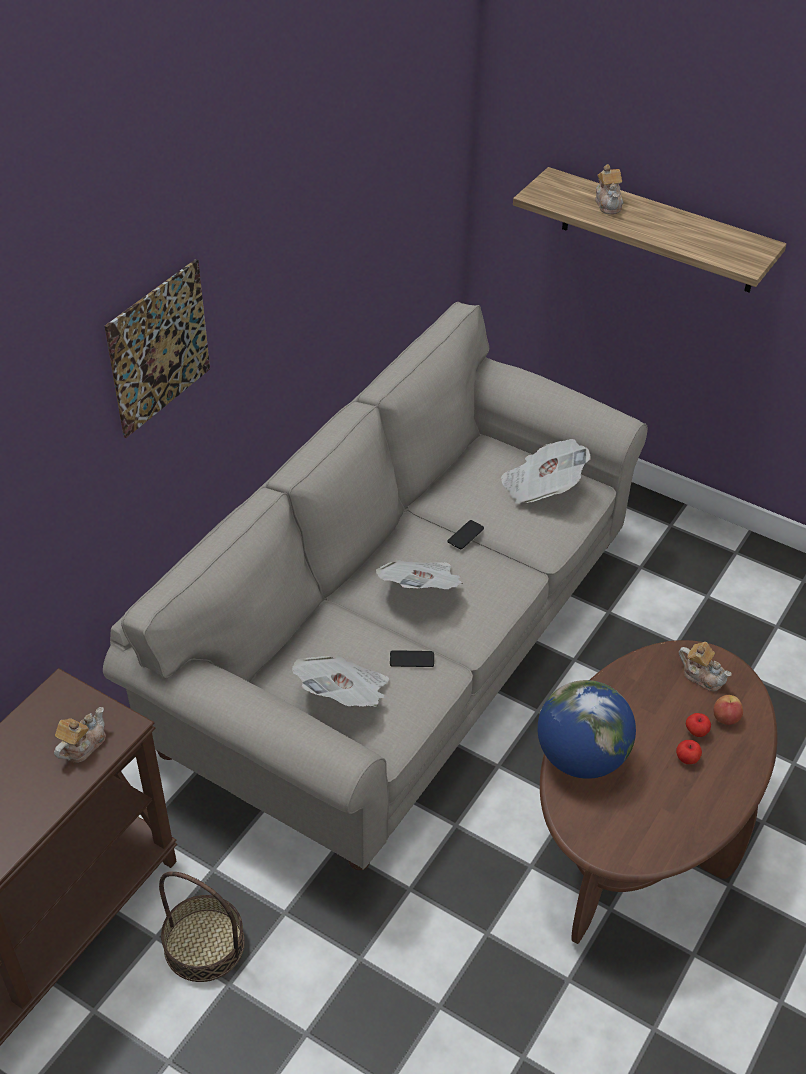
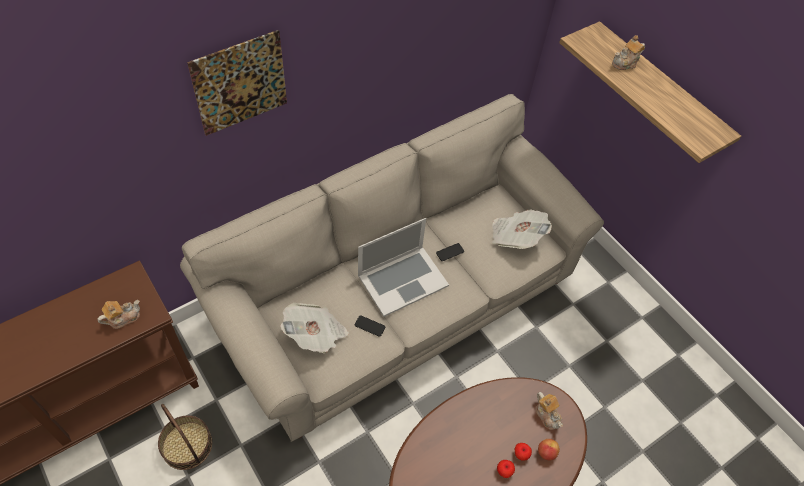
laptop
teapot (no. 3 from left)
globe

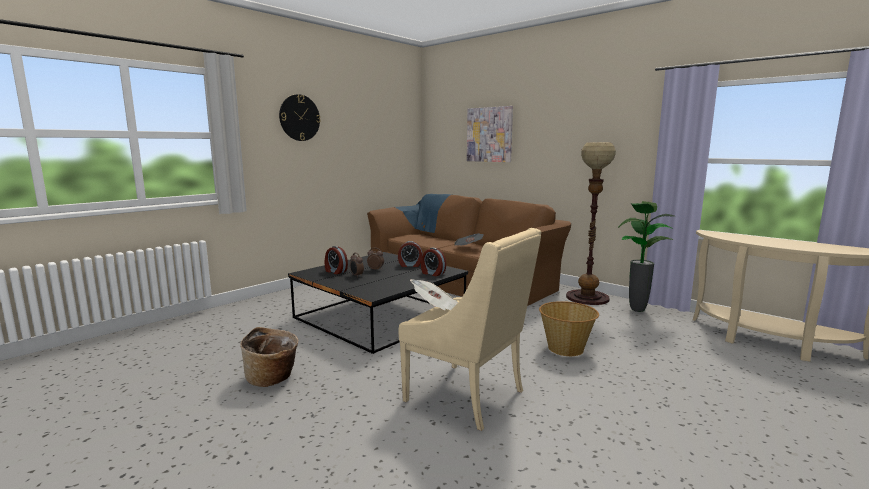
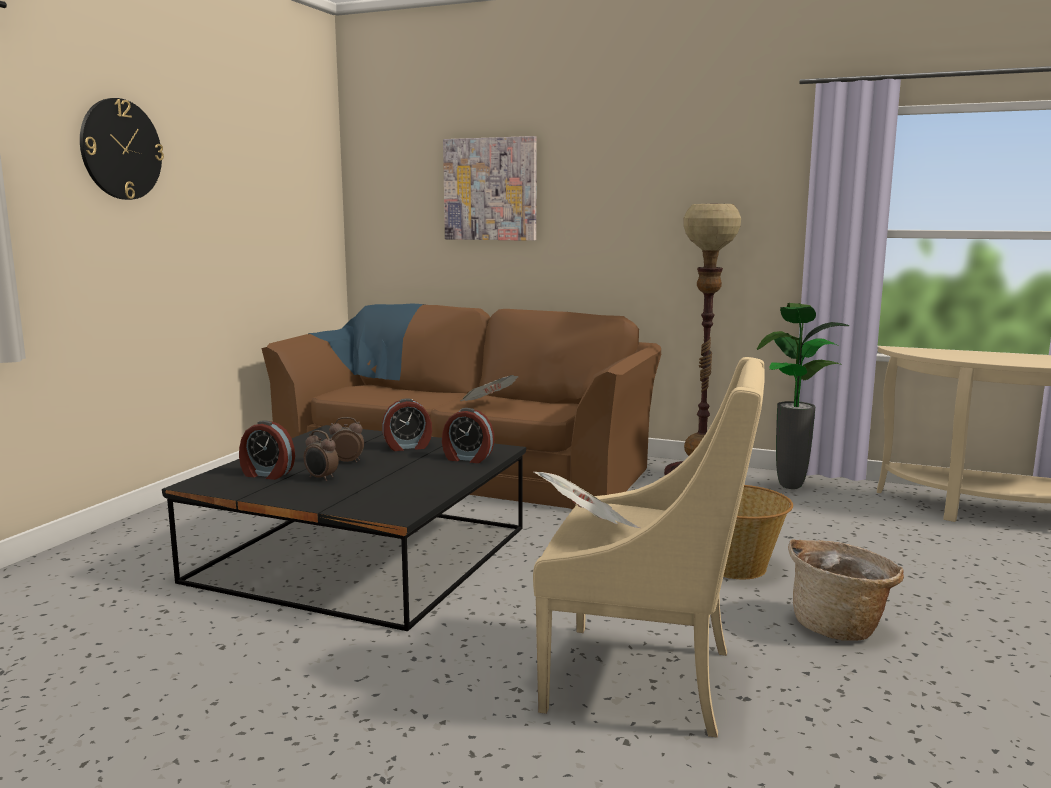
basket (no. 2 from left)

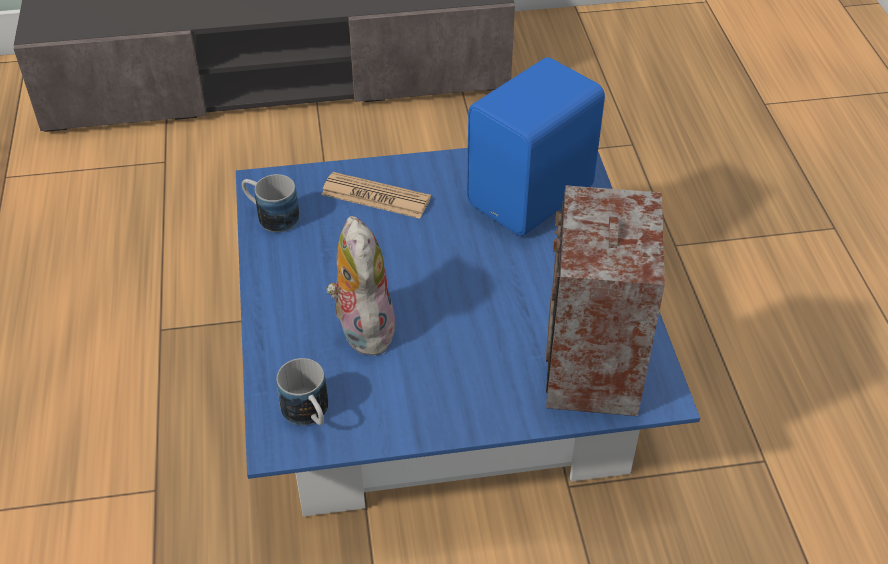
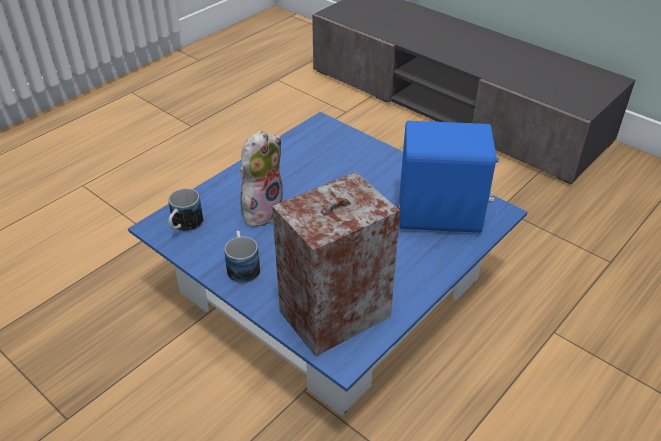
mug (no. 2 from left)
newspaper

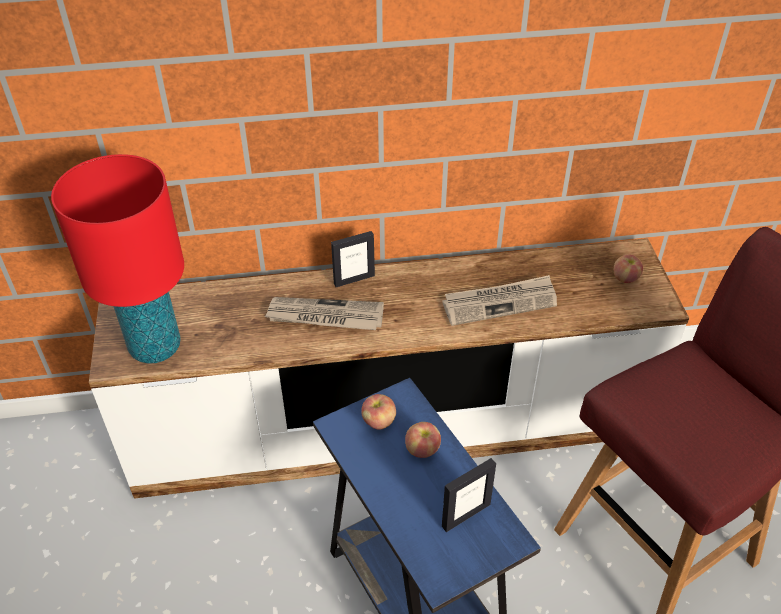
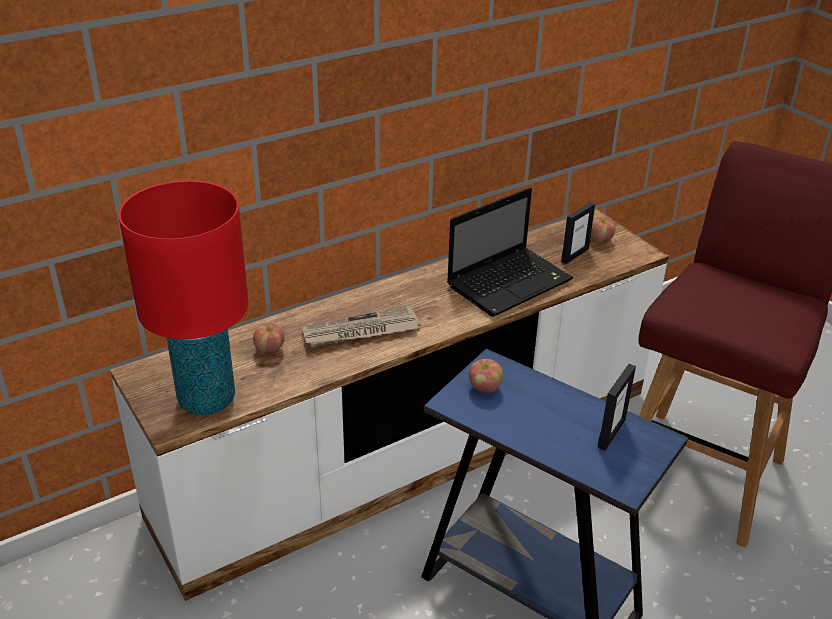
apple (no. 1 from left)
laptop
picture frame (no. 1 from left)

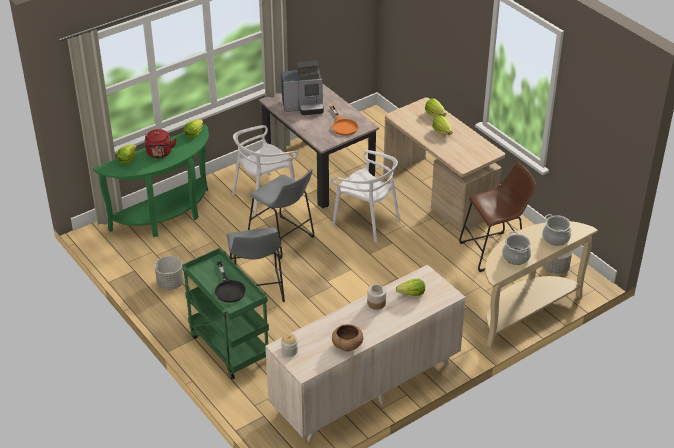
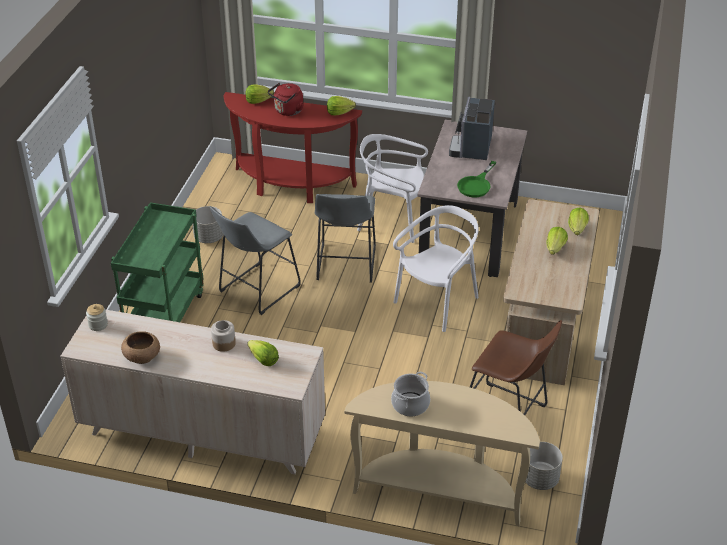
red console table
white chair (no. 2 from left)
coffee machine
green frying pan
black frying pan
cooking pot (no. 2 from left in the first image)

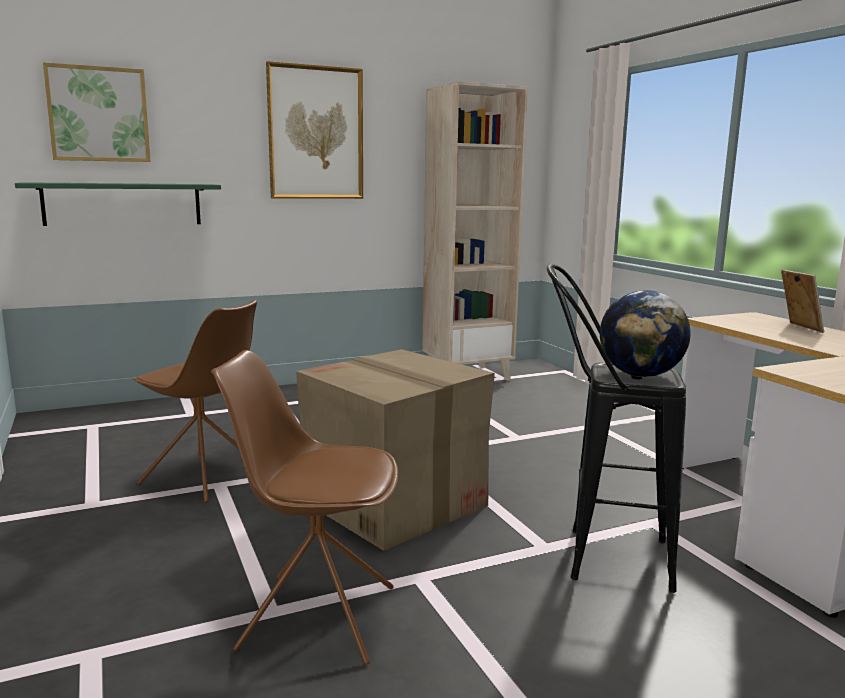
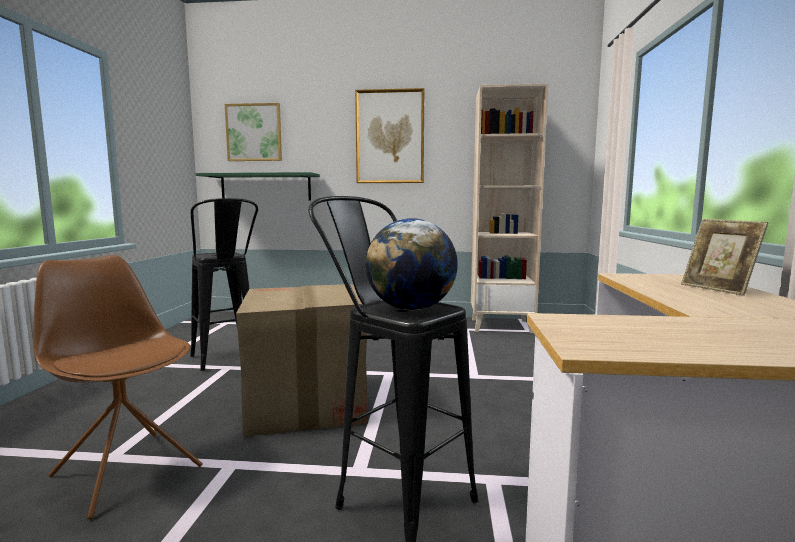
black stool (no. 1 from left)
picture frame

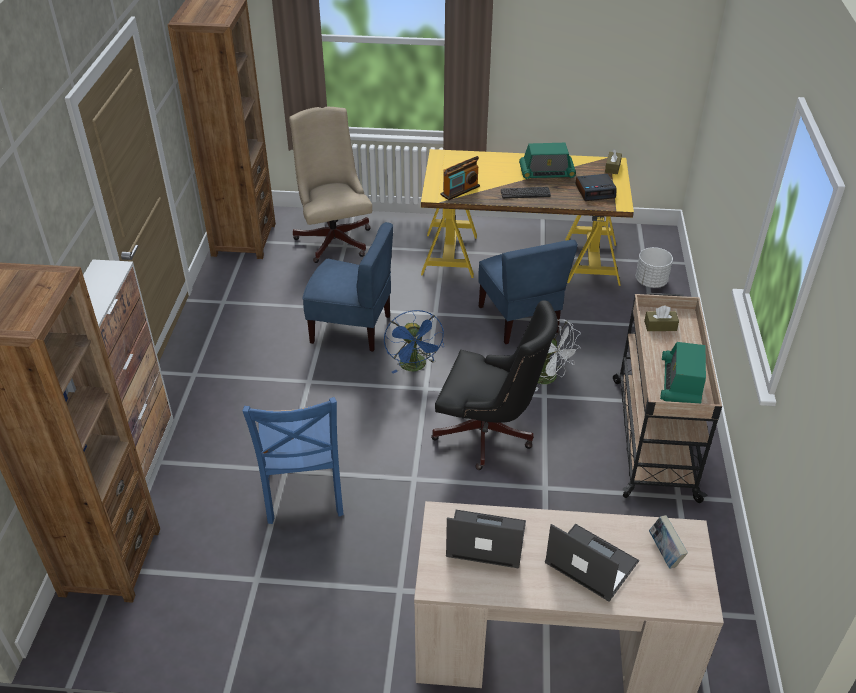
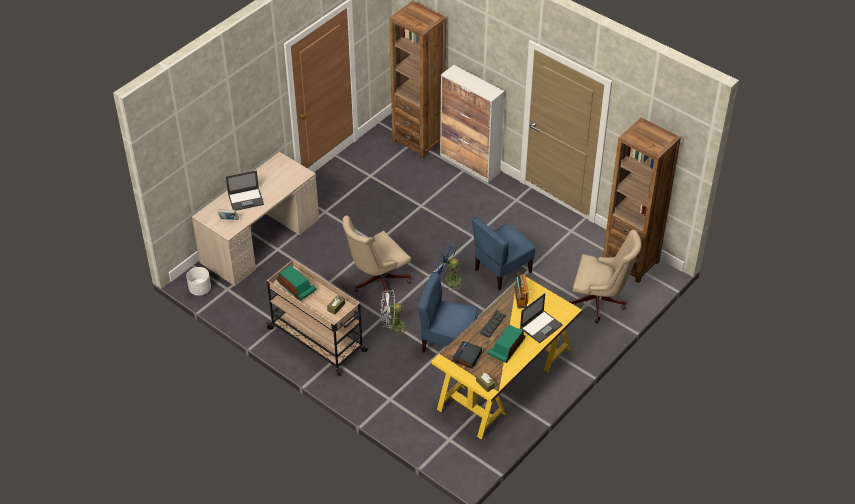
white planter
beige office chair (no. 1 from left)
laptop (no. 2 from left)
blue chair (no. 1 from left in the first image)

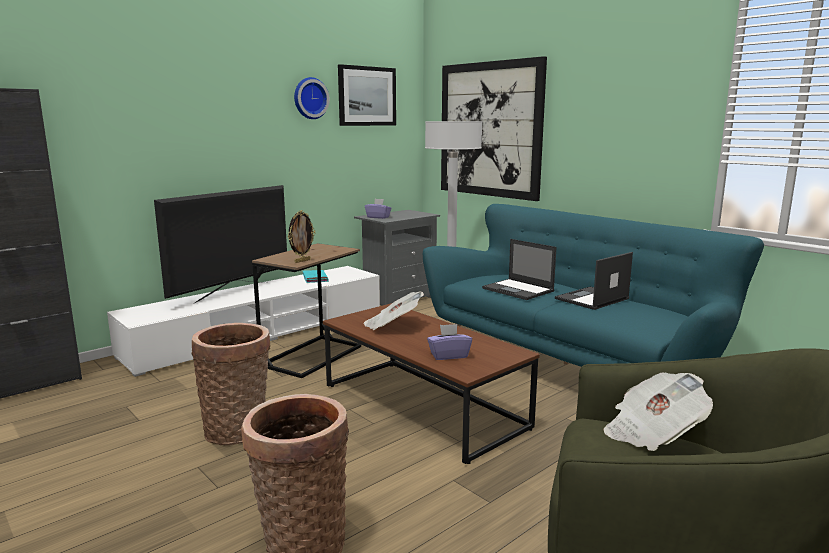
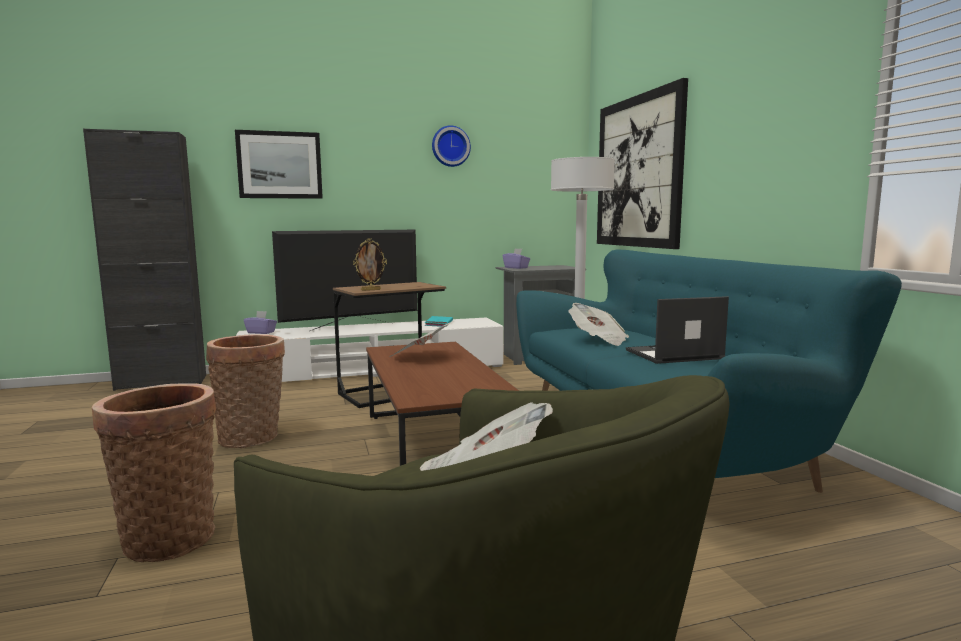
picture (no. 1 from left)
purple tissue box (no. 1 from left)
newspaper (no. 3 from left)

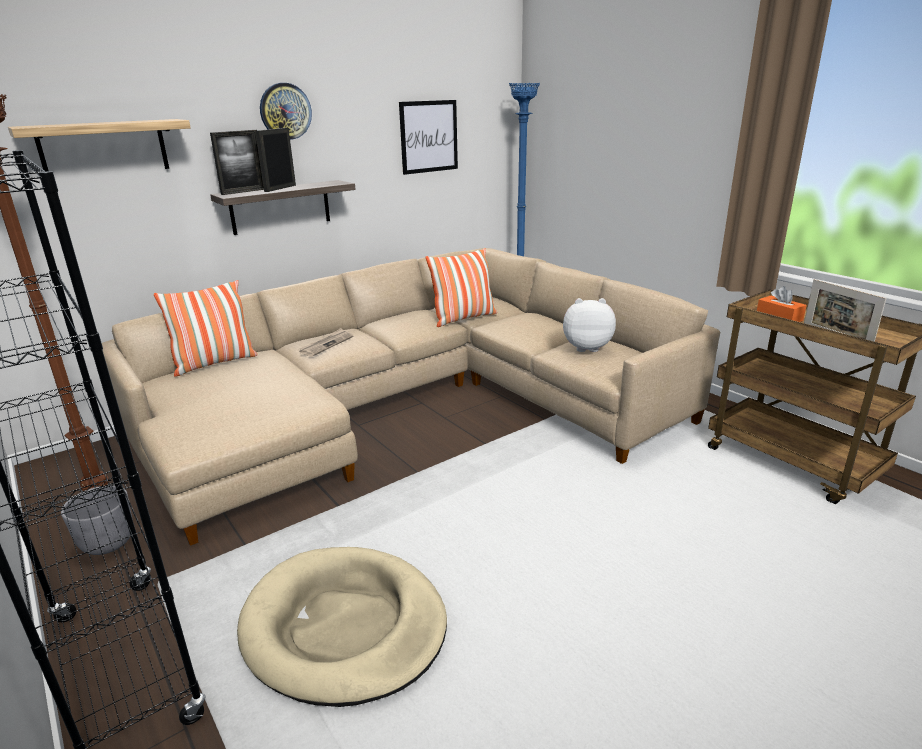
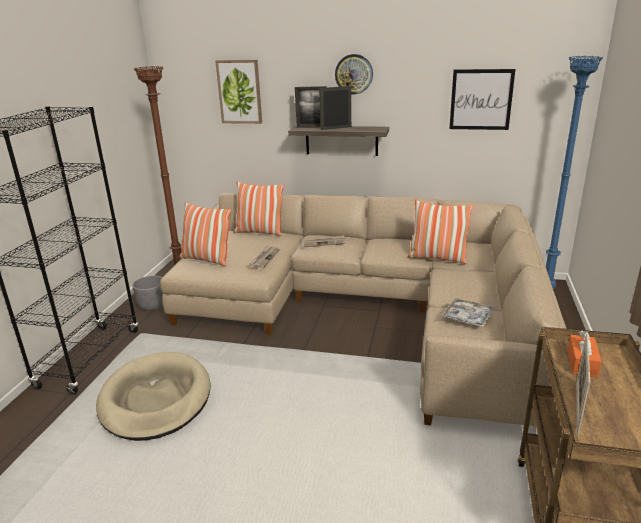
pillow (no. 1 from left)
picture (no. 1 from left)
newspaper (no. 1 from left)
tray

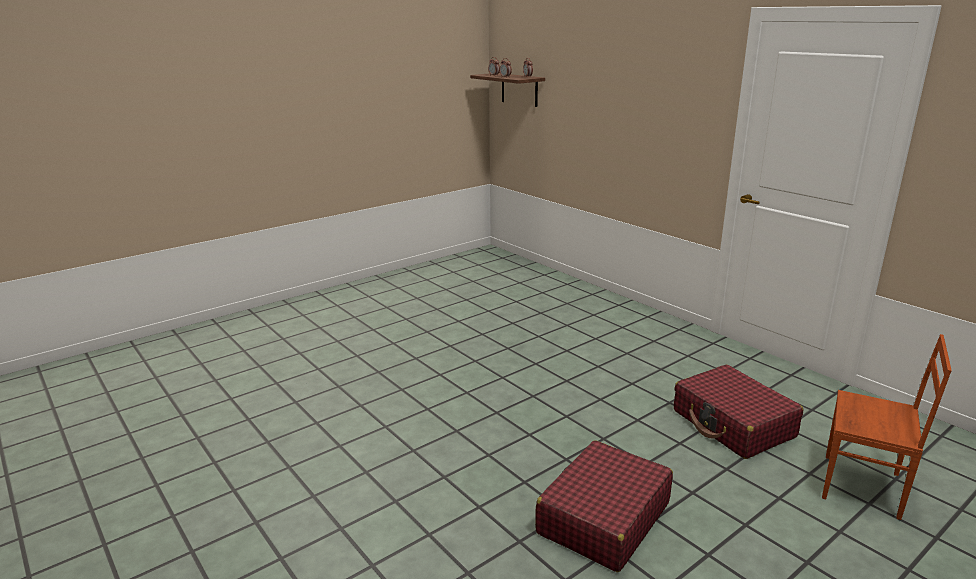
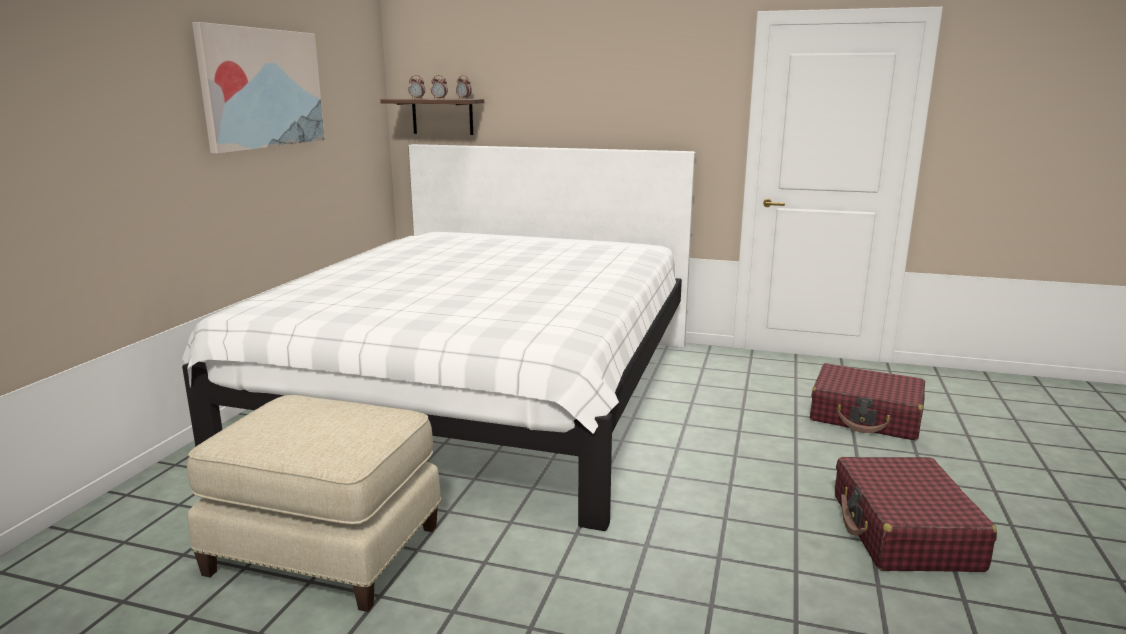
white bed
beige ottoman
picture
brown chair

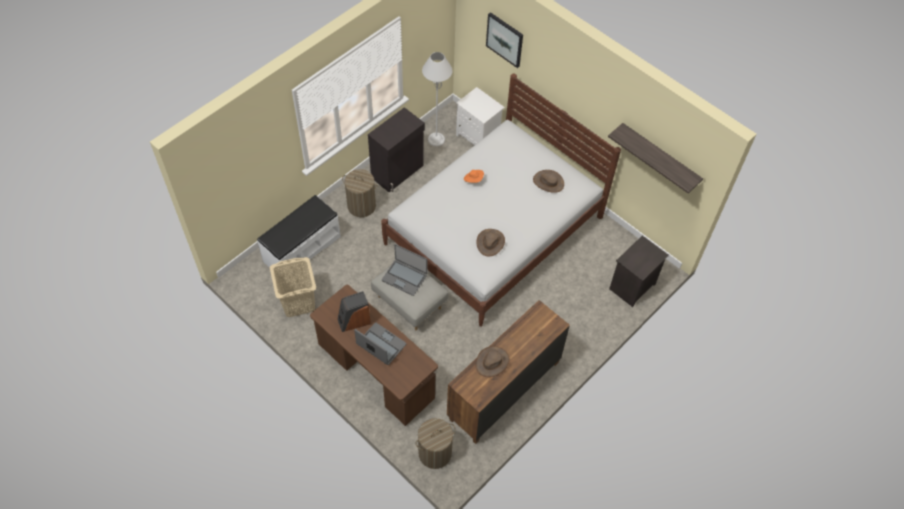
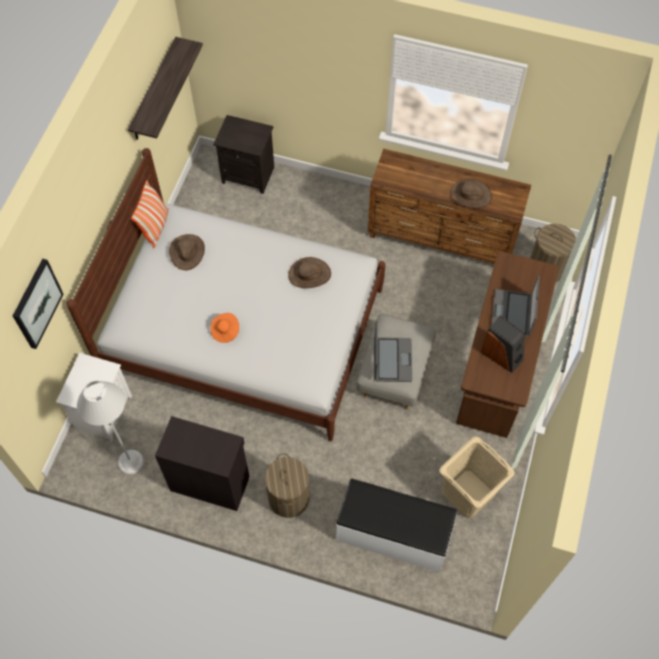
pillow

